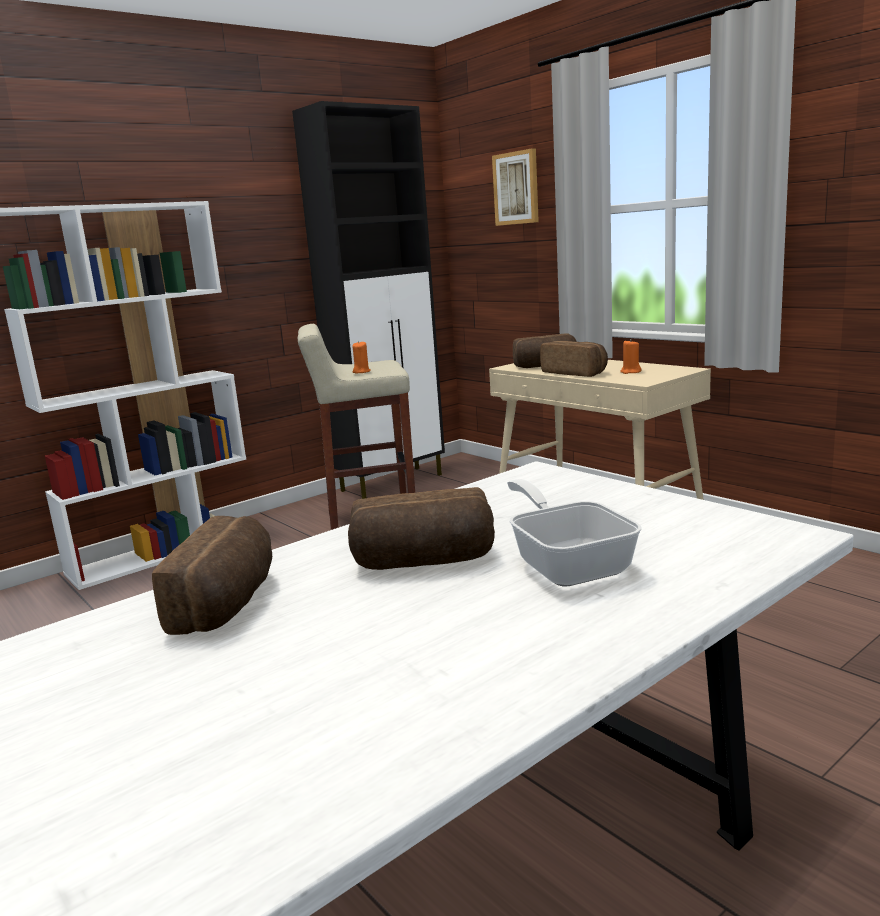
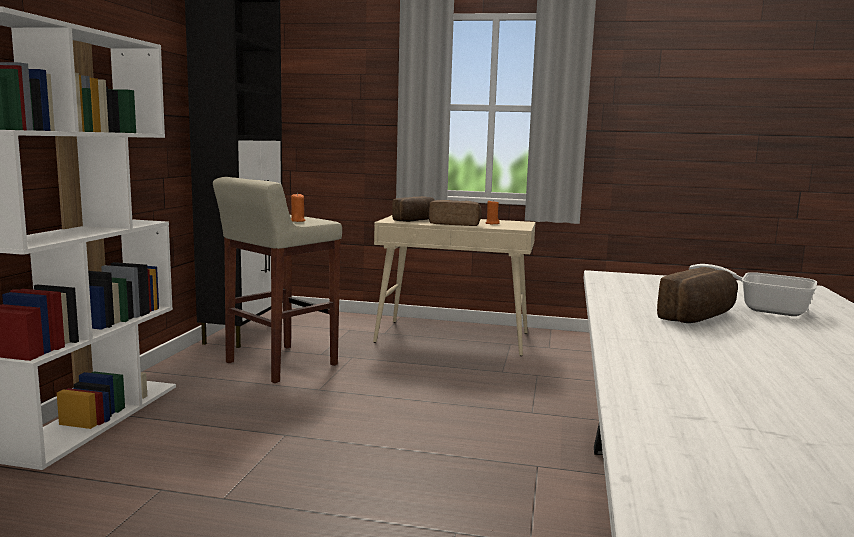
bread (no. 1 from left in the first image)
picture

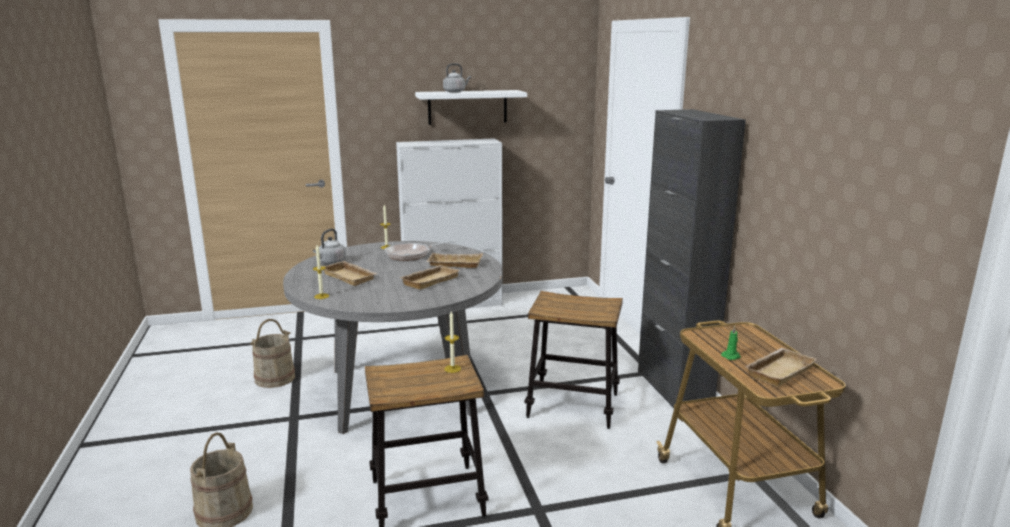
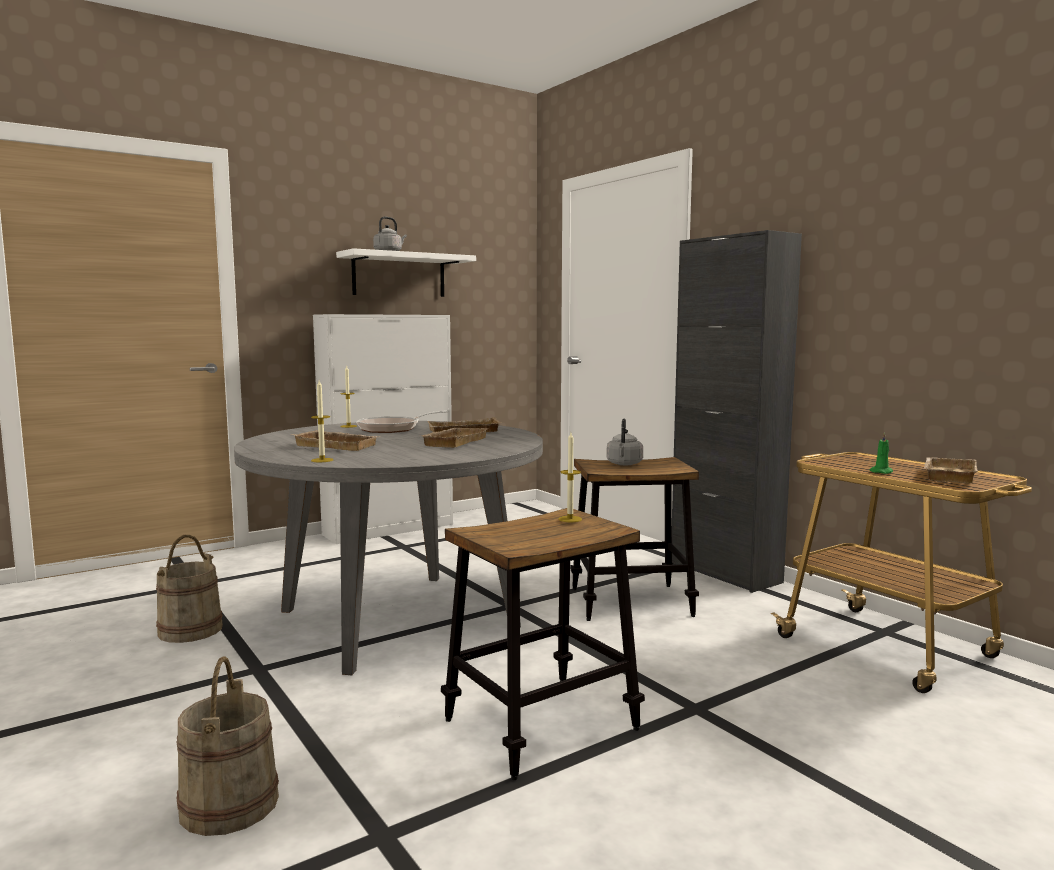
grey kettle (no. 2 from left)

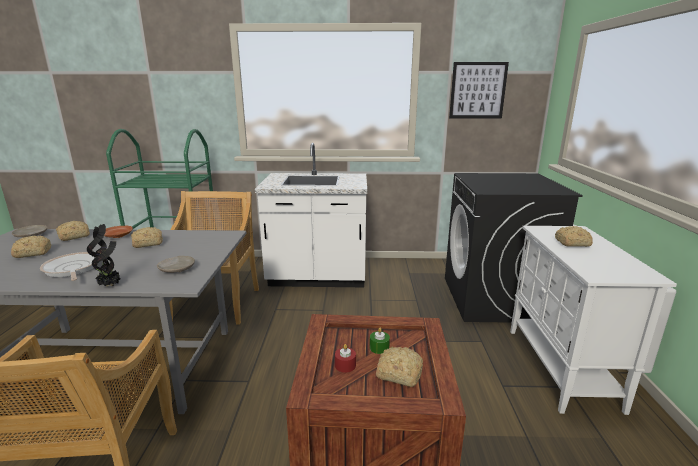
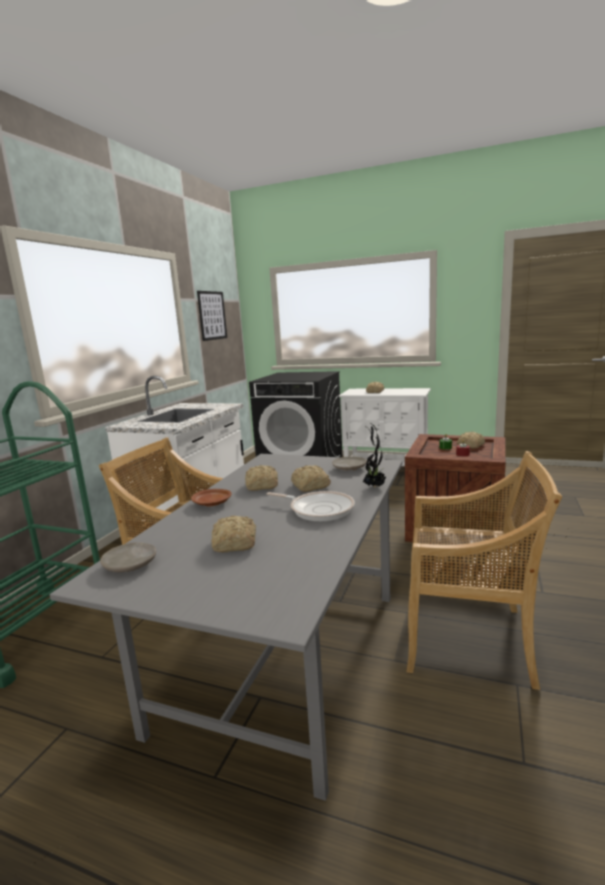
frying pan
bread (no. 3 from left)

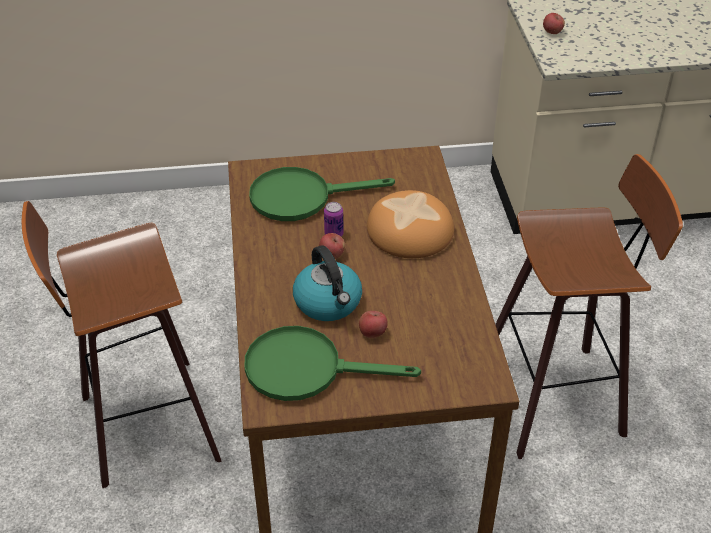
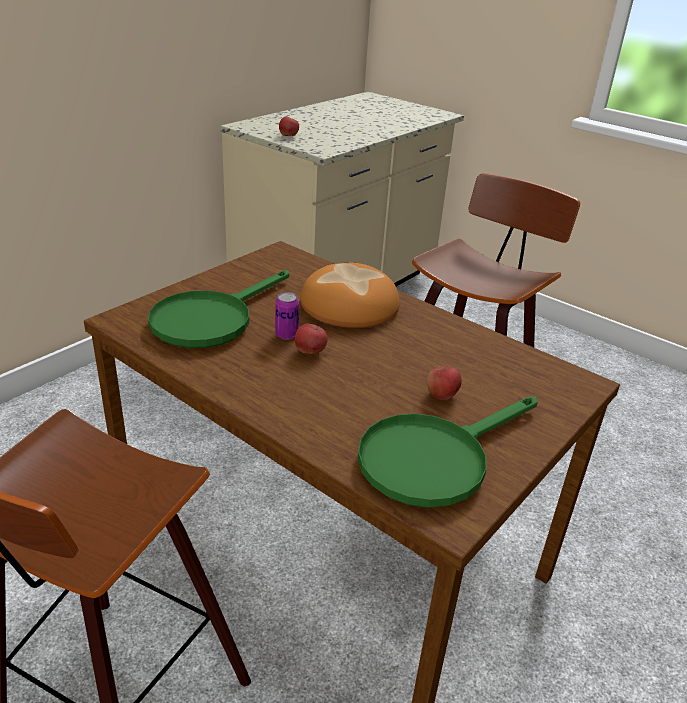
kettle

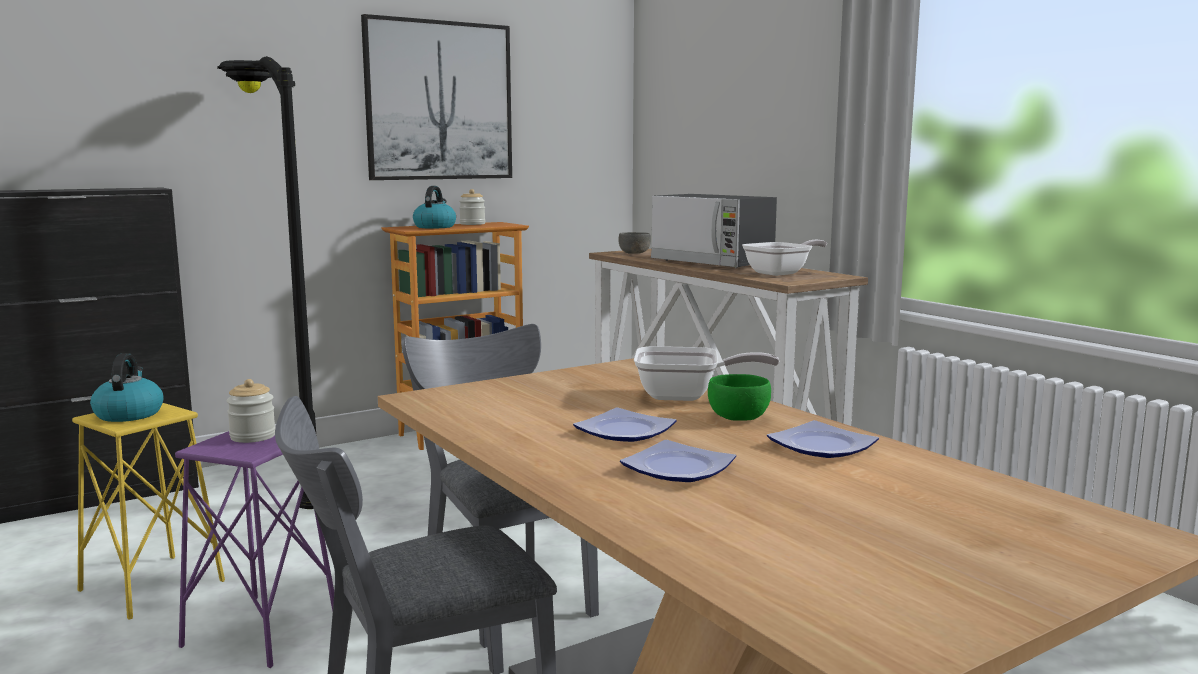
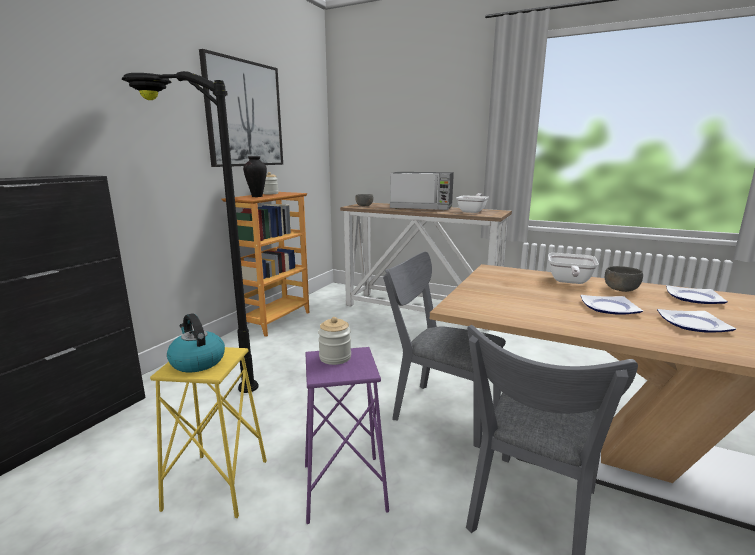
vase
frying pan (no. 2 from left)
grey bowl (no. 2 from left)

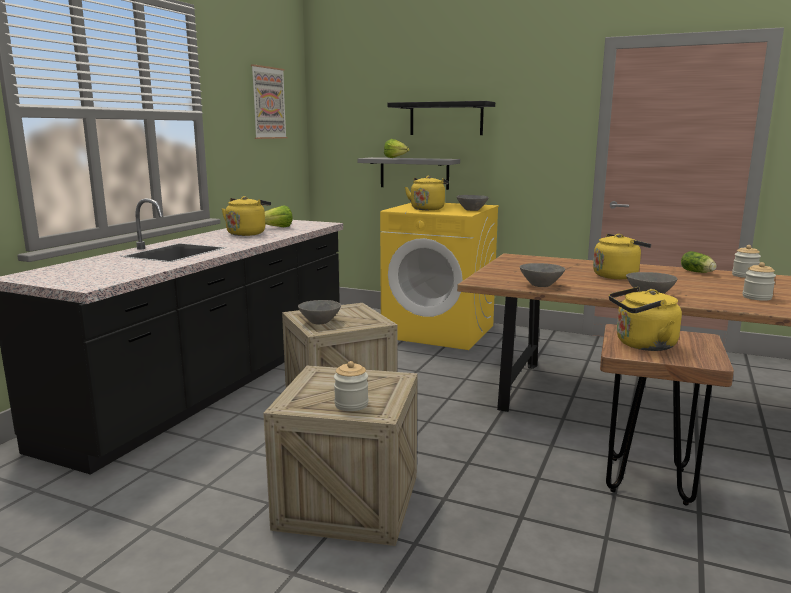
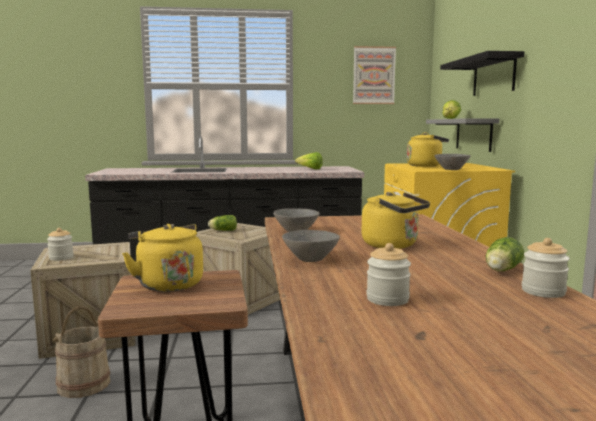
beige bucket
lettuce (no. 1 from left)
yellow kettle (no. 1 from left in the first image)

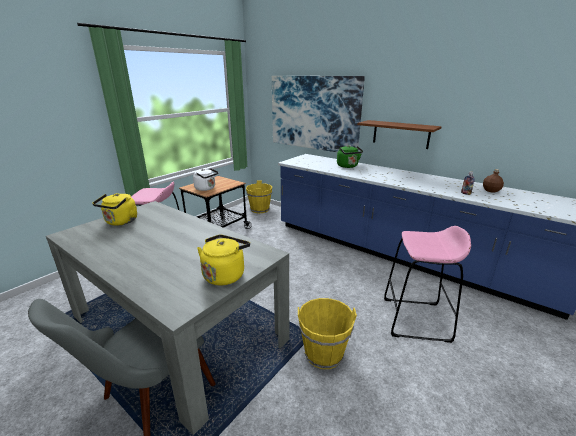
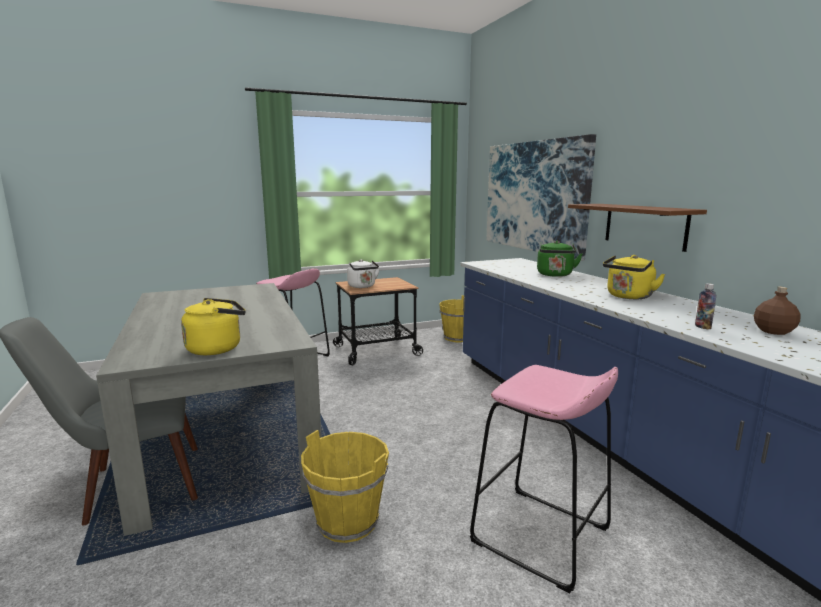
yellow kettle (no. 2 from left)

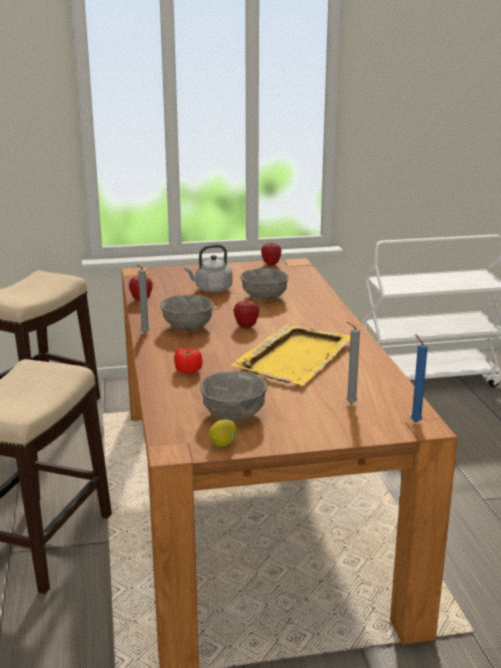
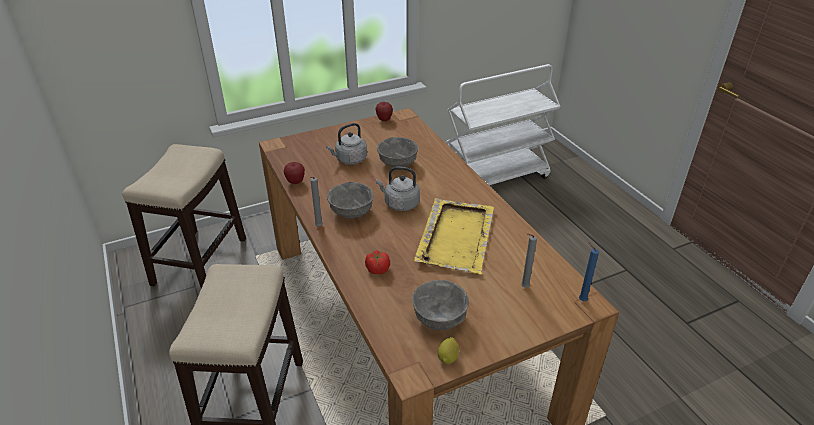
grey kettle (no. 2 from left)

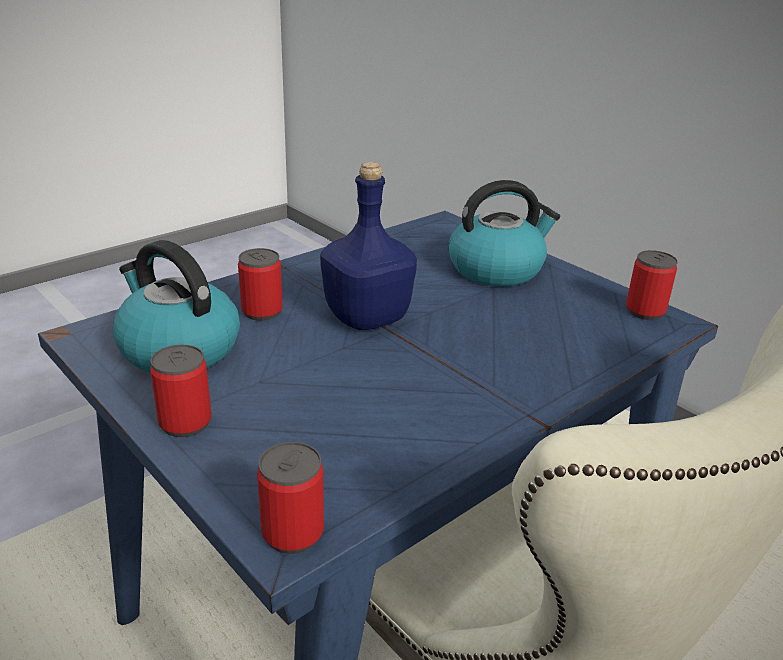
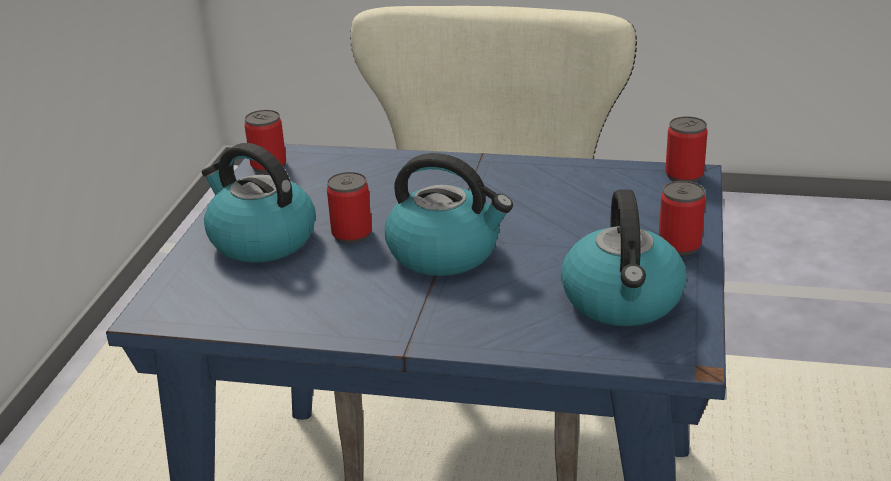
can (no. 2 from left)
kettle (no. 2 from left)

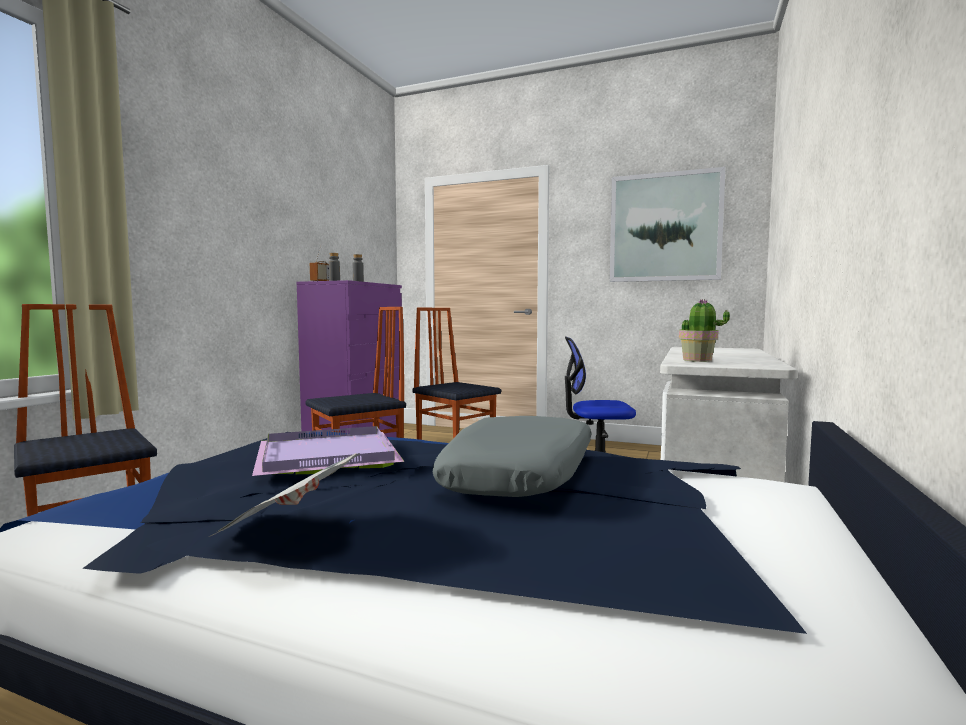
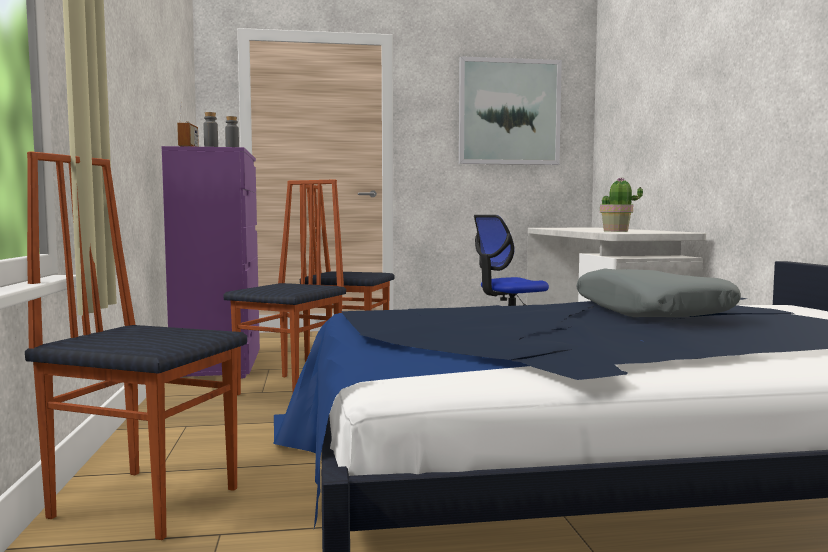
newspaper
purple tray

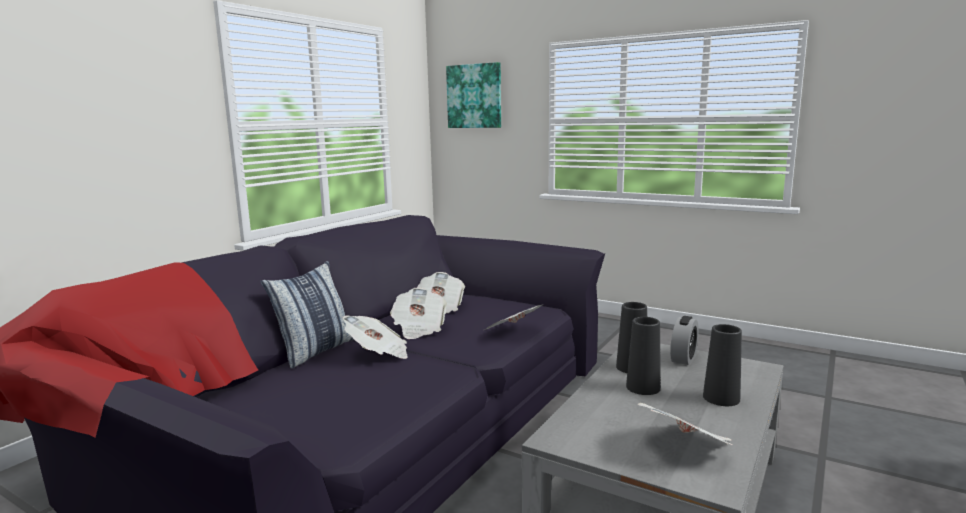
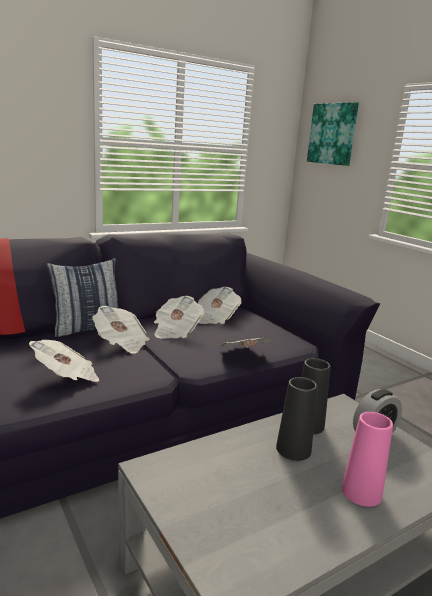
newspaper (no. 1 from left)
pink vase

